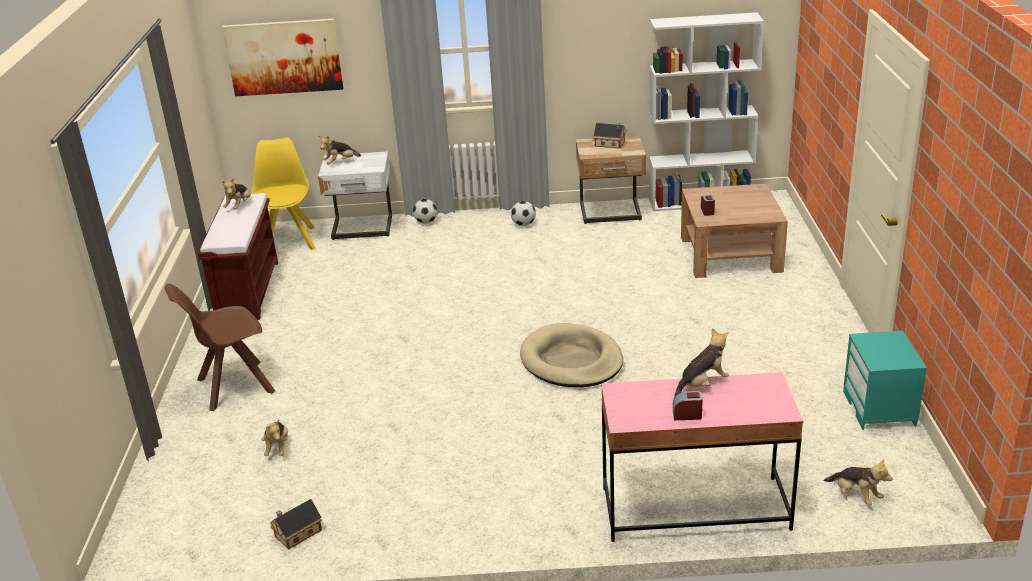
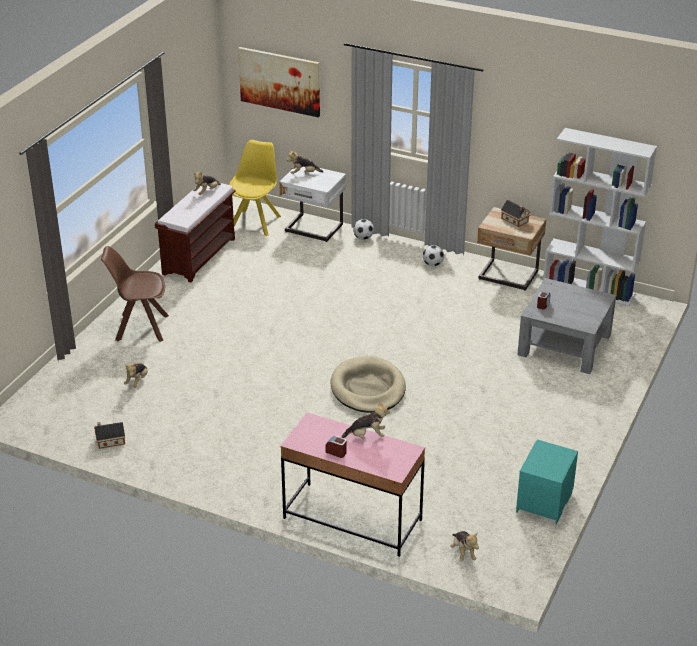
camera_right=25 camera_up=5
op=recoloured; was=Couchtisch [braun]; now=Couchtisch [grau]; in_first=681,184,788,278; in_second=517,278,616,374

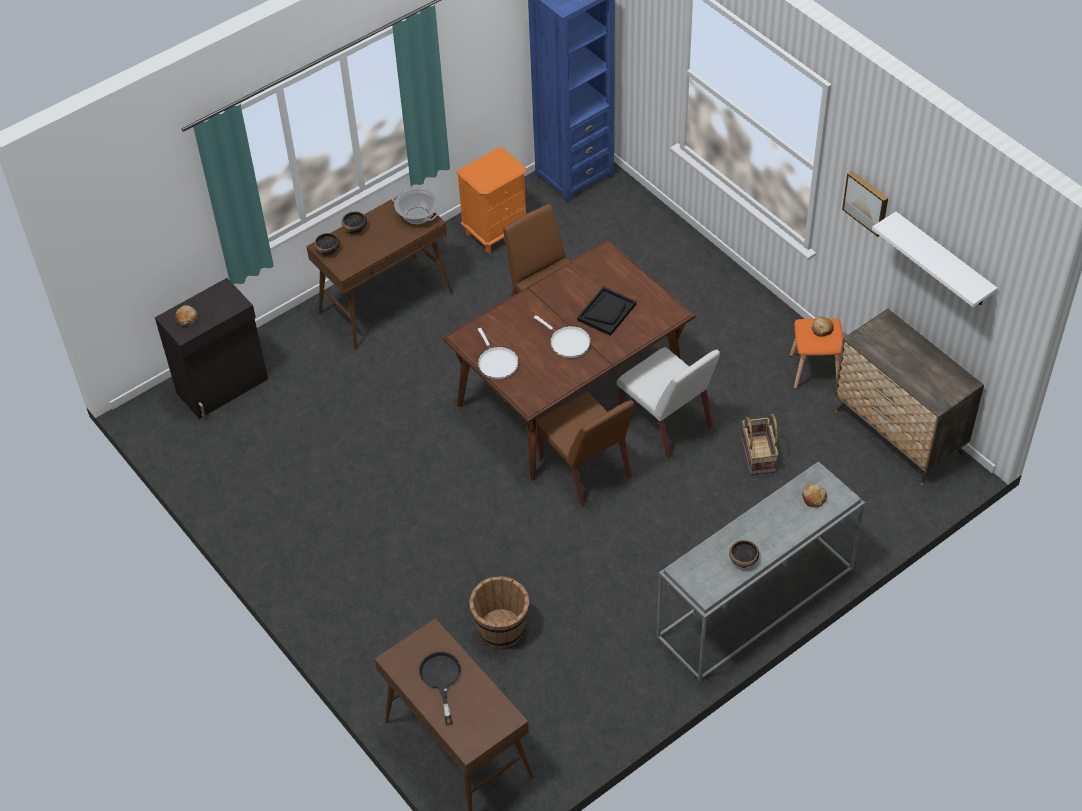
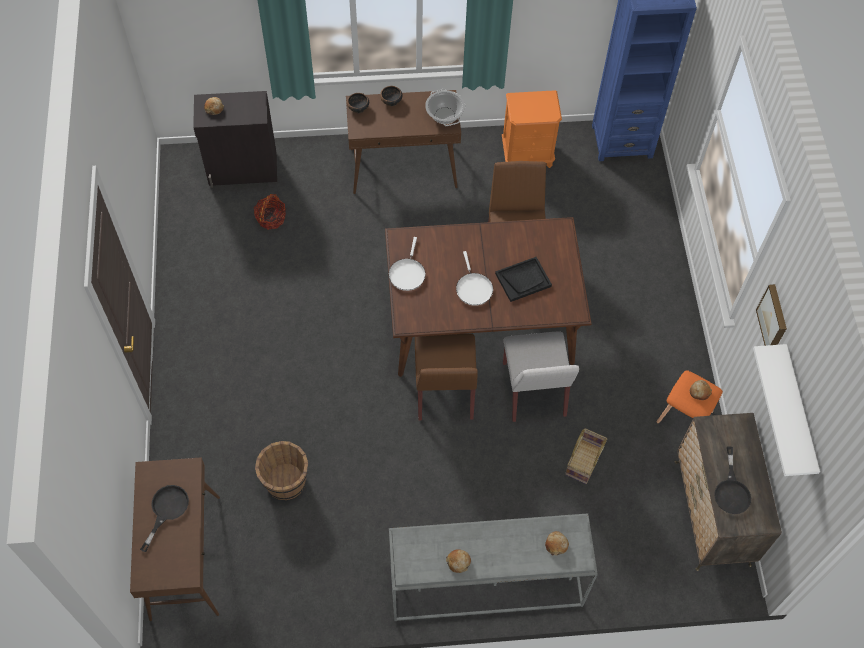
camera_right=30 camera_up=10
op=replaced; was=Schüssel; now=Brot; in_first=729,540,759,568; in_second=446,549,471,573
op=added; now=Korb; in_second=254,194,286,230
op=added; now=Pfanne [schwarz]; in_second=714,446,751,514

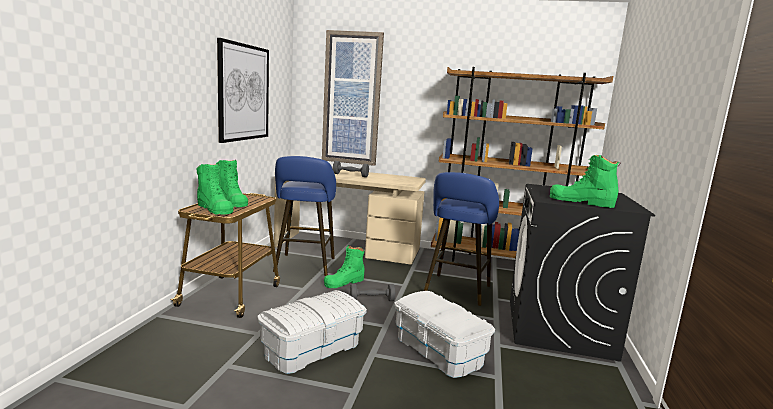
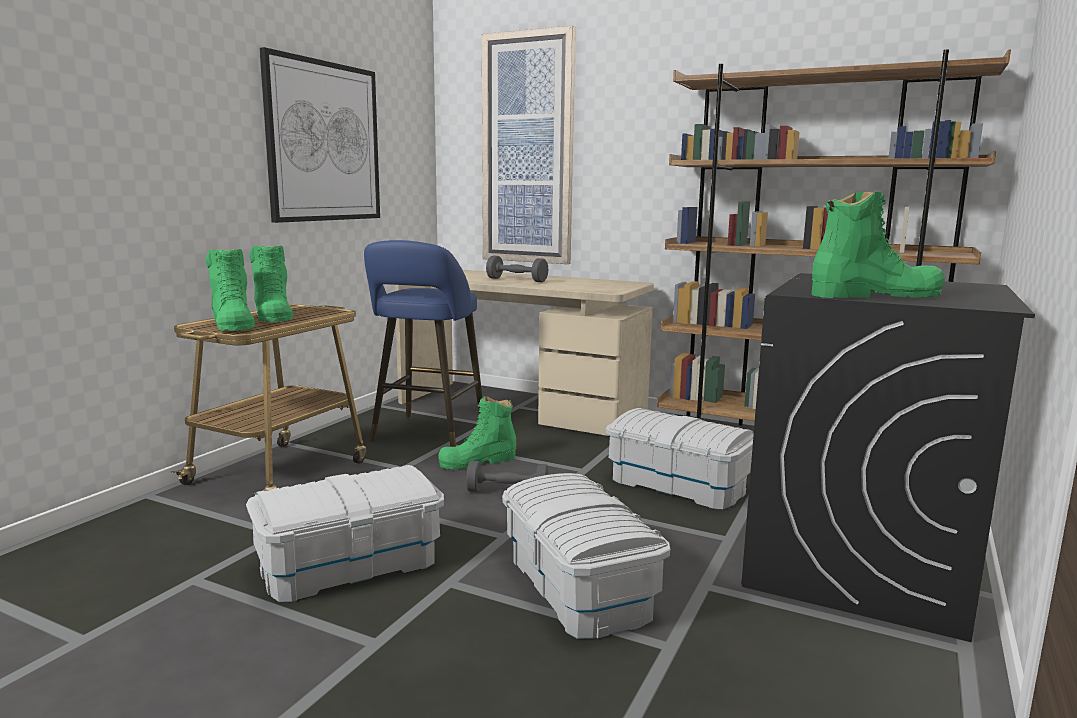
camera_right=15 camera_up=0
op=replaced; was=Hocker [blau]; now=Aufbewahrungsbox [weiß]; in_first=424,172,499,306; in_second=606,408,754,510
op=turned; was=Stiefel [grün]; in_first=550,155,621,208; in_second=812,191,945,298; clockwise=135

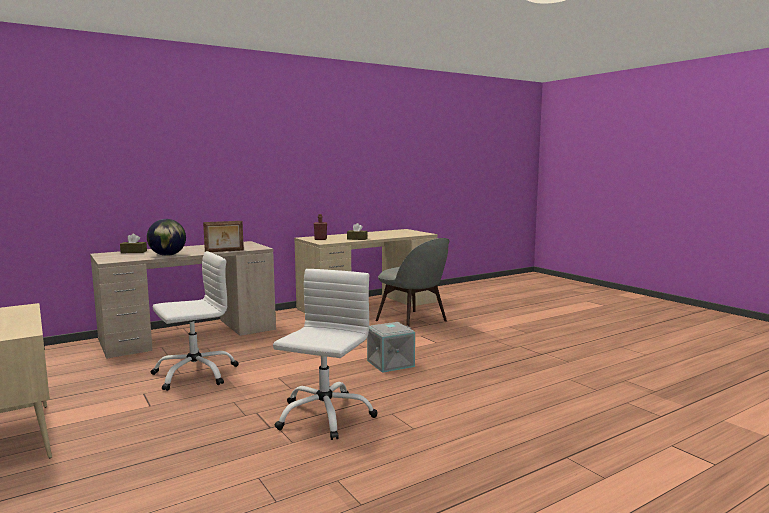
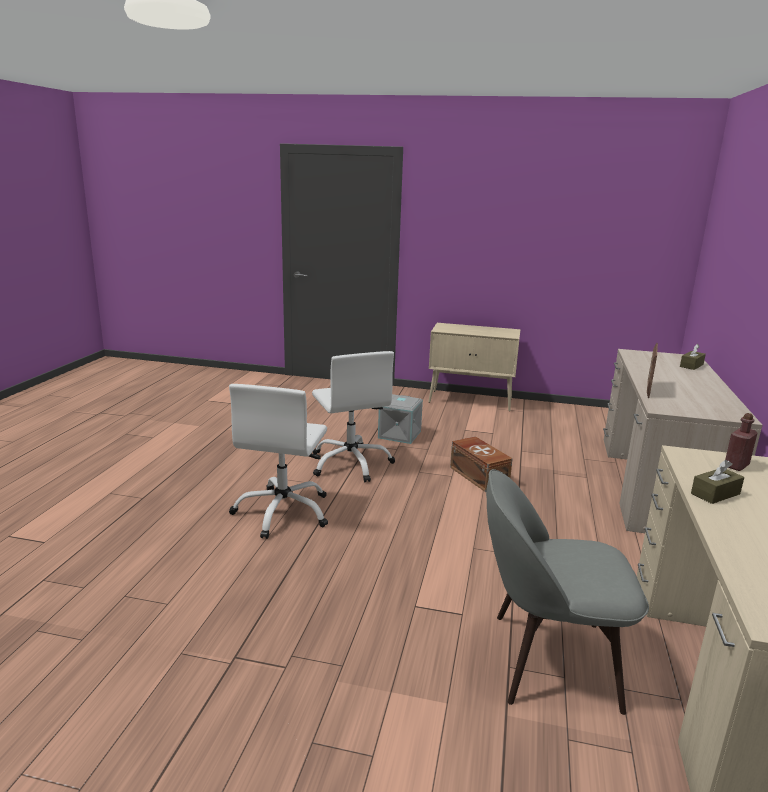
camera_right=135 camera_up=10
op=removed; was=Globus; in_first=147,219,186,256
op=moved; was=Bürostuhl [weiß]; in_first=151,251,238,391; in_second=229,384,328,539
op=moved; was=Aufbewahrungsbox [grau]; in_first=367,322,415,373; in_second=378,394,423,444
op=added; now=Aufbewahrungsbox [braun]; in_second=450,436,513,492

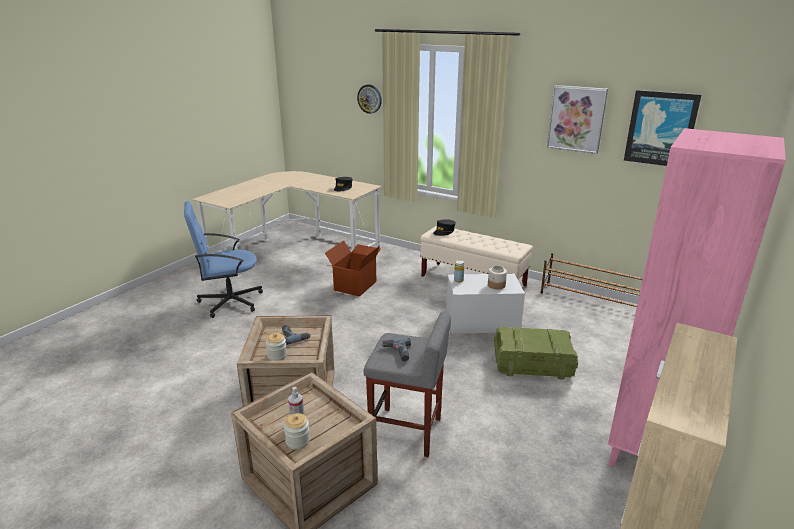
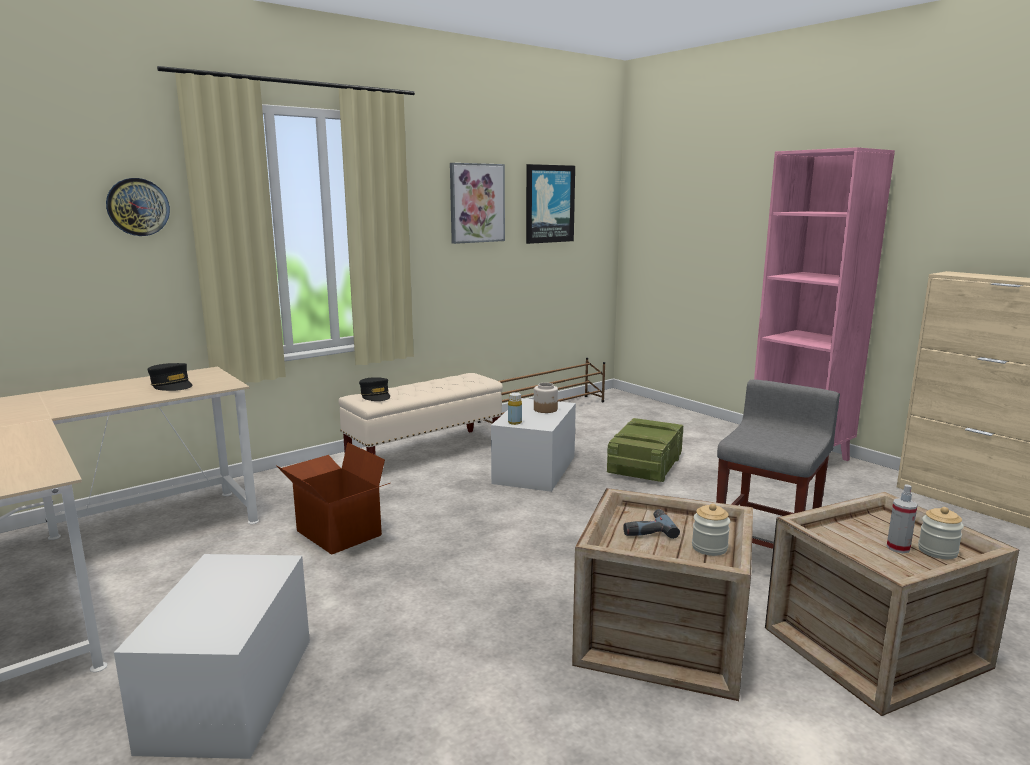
camera_right=-70 camera_up=-10
op=replaced; was=Bürostuhl [blau]; now=Aufbewahrungsbox [weiß]; in_first=184,201,263,318; in_second=114,554,310,759
op=removed; was=Bohrmaschine; in_first=381,338,411,361

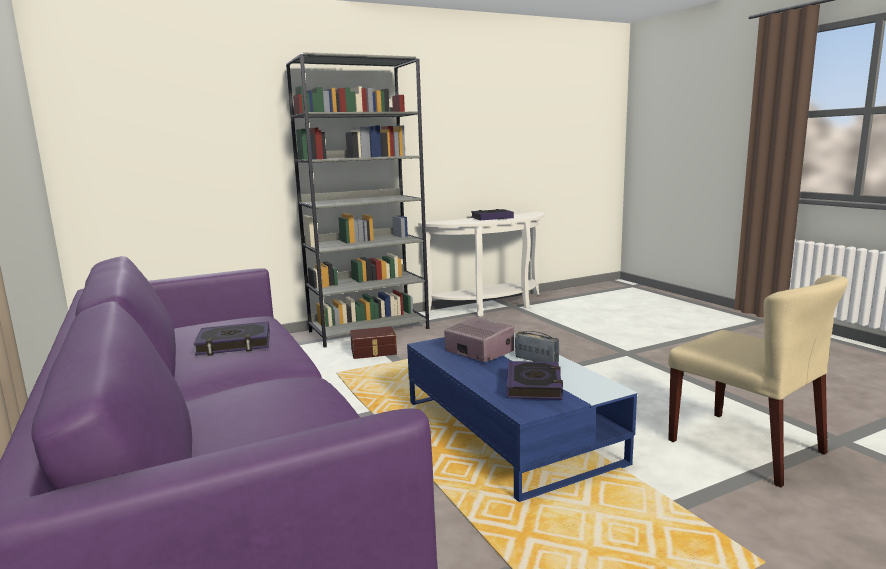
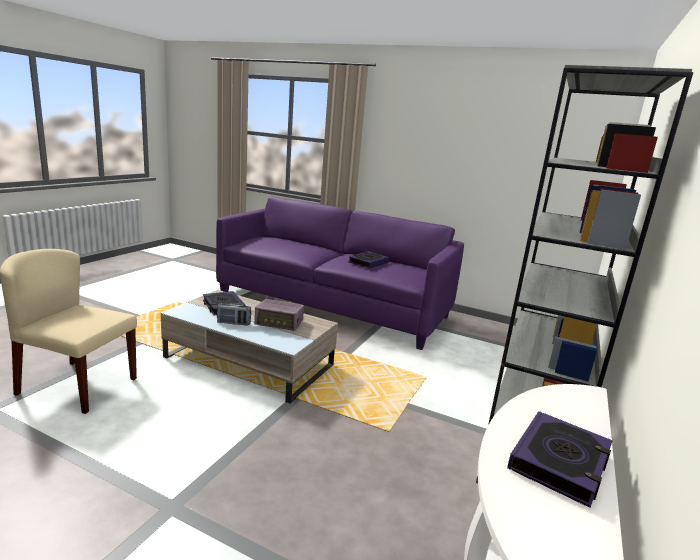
camera_right=140 camera_up=5
op=removed; was=Aufbewahrungsbox [braun]; in_first=350,326,397,359
op=recoloured; was=Couchtisch [blau]; now=Couchtisch [beige]; in_first=407,333,637,502; in_second=161,290,338,403

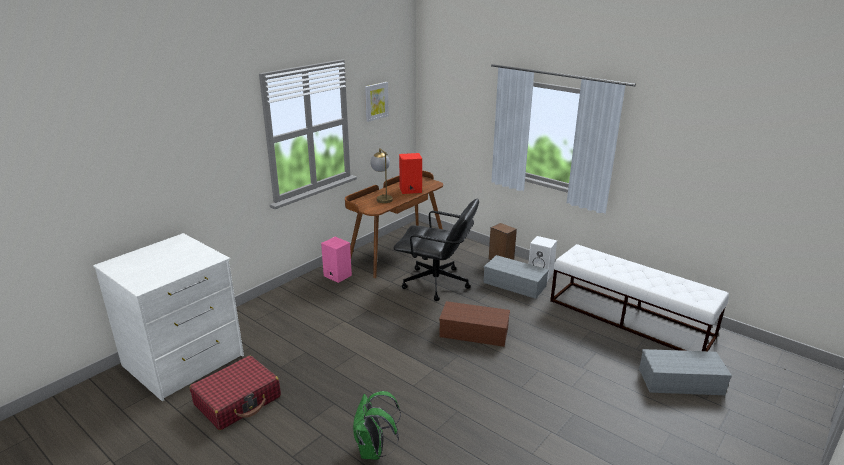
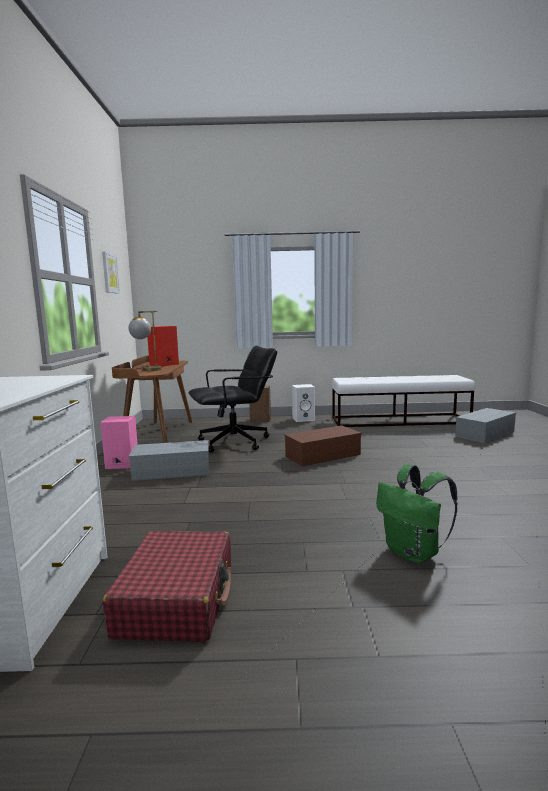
camera_right=-40 camera_up=-15
op=moved; was=Aufbewahrungsbox [grau]; in_first=483,255,549,299; in_second=129,440,209,481

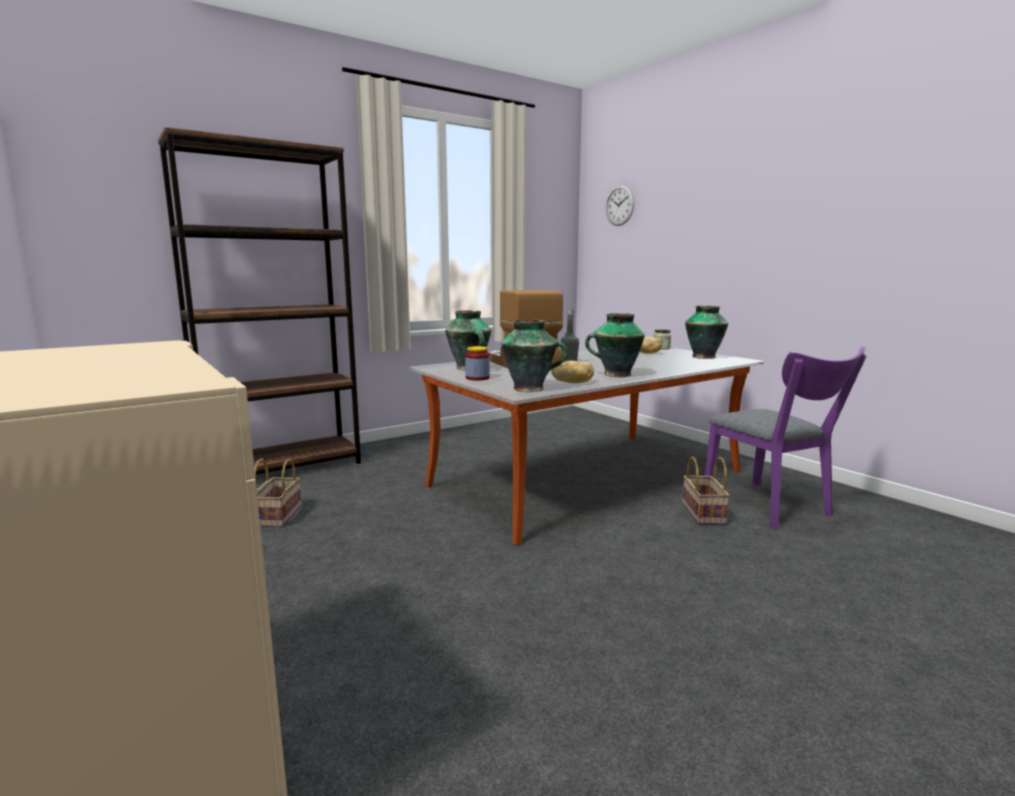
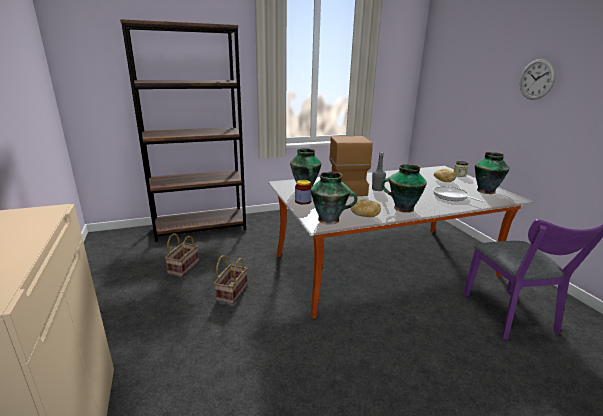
camera_right=15 camera_up=10
op=moved; was=Wanduhr; in_first=606,185,634,226; in_second=520,59,556,100
op=moved; was=Korb; in_first=683,457,730,525; in_second=214,255,248,304
op=added; now=Pfanne; in_second=433,186,485,202

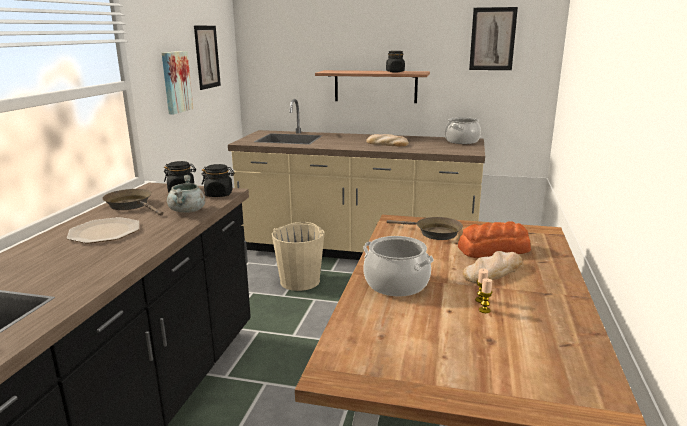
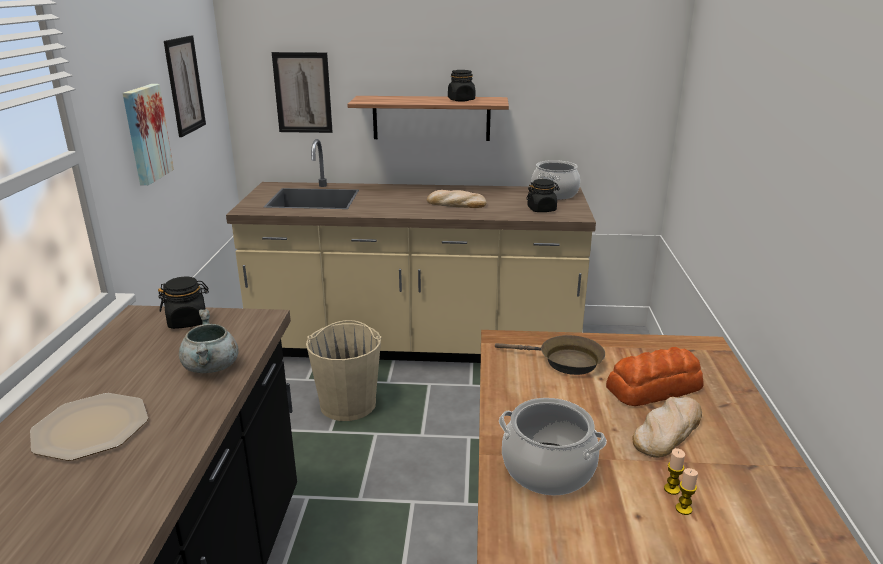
camera_right=-10 camera_up=5
op=removed; was=Pfanne [braun]; in_first=102,189,163,216
op=moved; was=Vorratsglas [schwarz]; in_first=201,164,234,197; in_second=526,179,560,212
op=moved; was=Bild; in_first=469,7,518,70; in_second=272,52,333,133

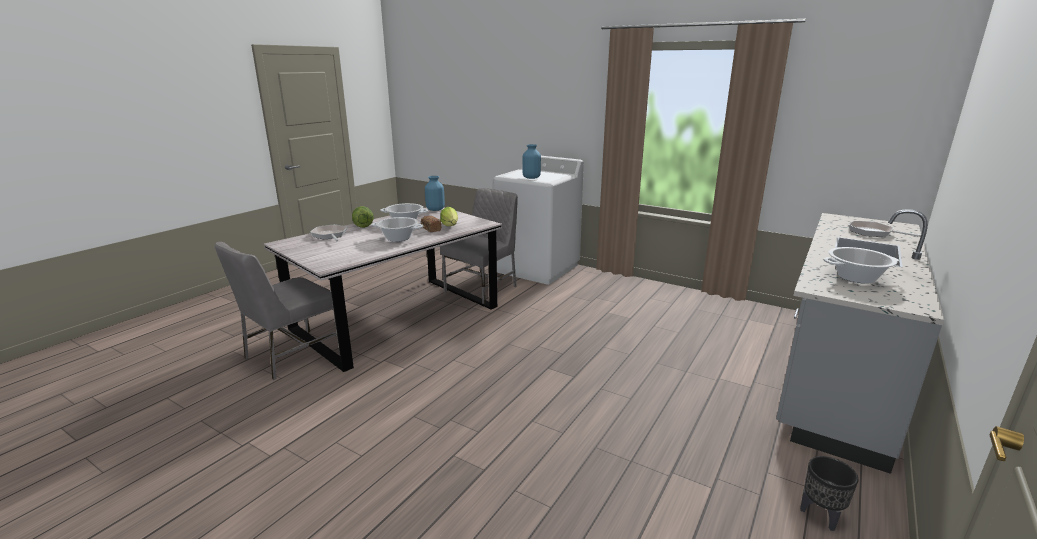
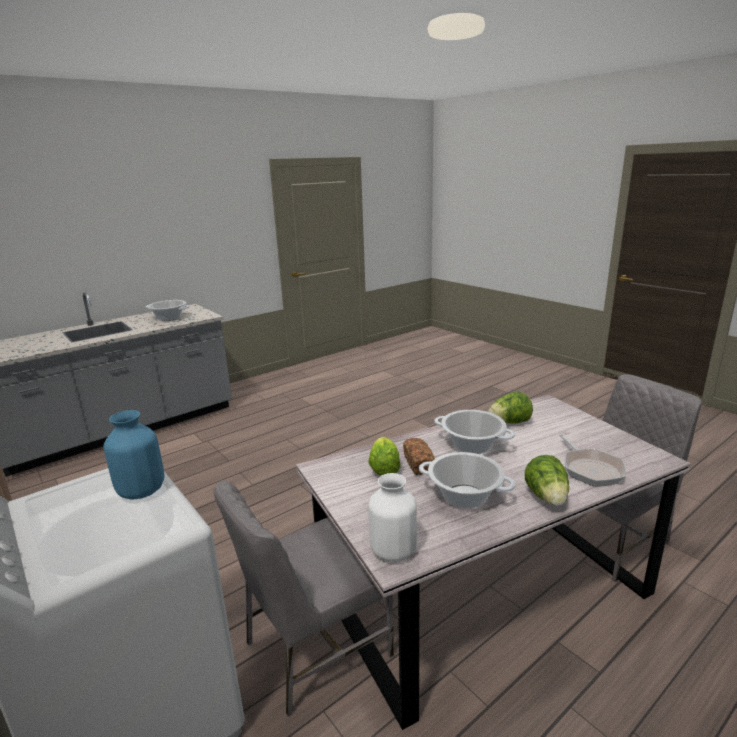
camera_right=-160 camera_up=0
op=recoloured; was=Vase [blau]; now=Vase [weiß]; in_first=425,176,445,211; in_second=368,473,417,562
op=removed; was=Pflanzkübel [schwarz]; in_first=800,456,858,531
op=removed; was=Pfanne; in_first=849,221,921,237
op=added; now=Salatkopf; in_second=488,392,533,424

